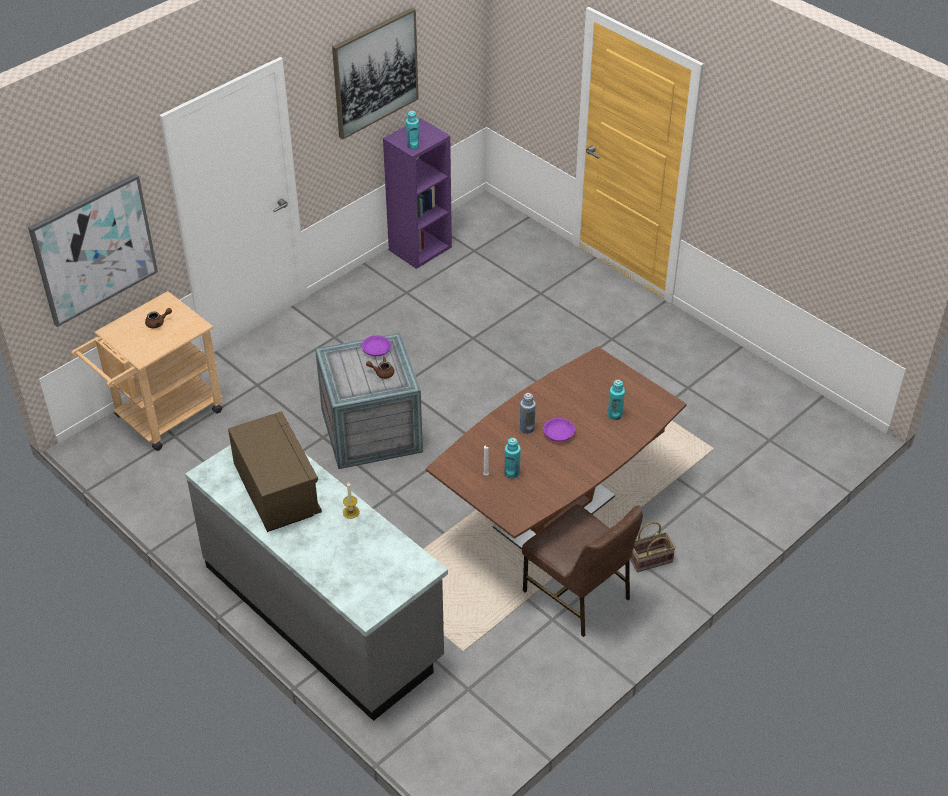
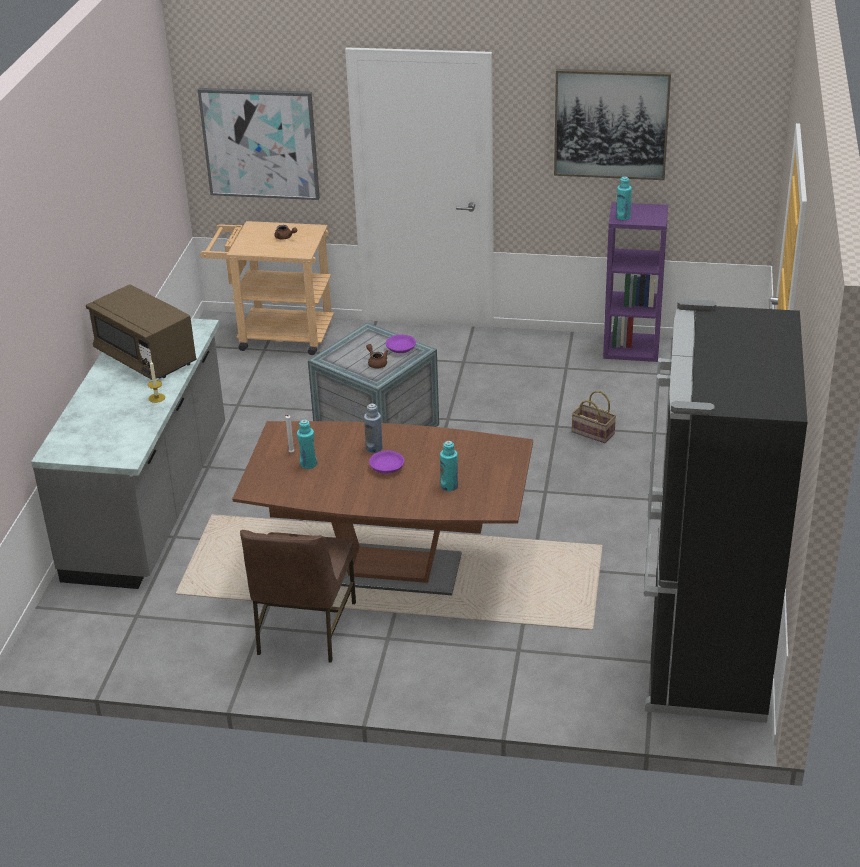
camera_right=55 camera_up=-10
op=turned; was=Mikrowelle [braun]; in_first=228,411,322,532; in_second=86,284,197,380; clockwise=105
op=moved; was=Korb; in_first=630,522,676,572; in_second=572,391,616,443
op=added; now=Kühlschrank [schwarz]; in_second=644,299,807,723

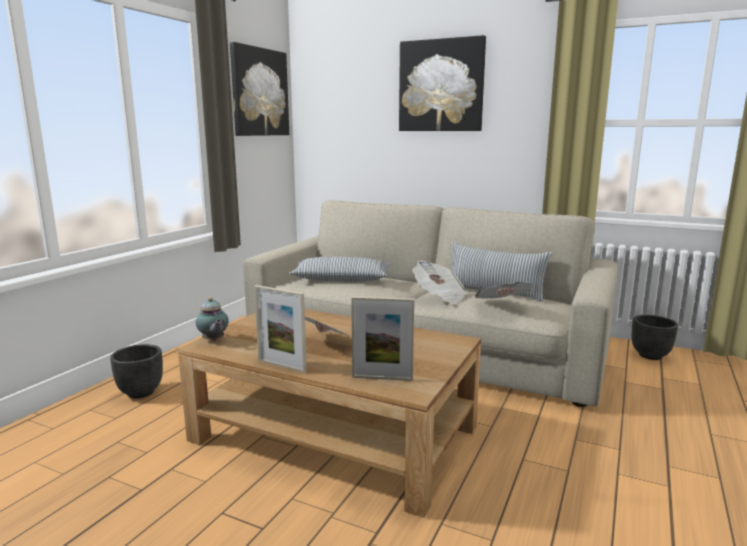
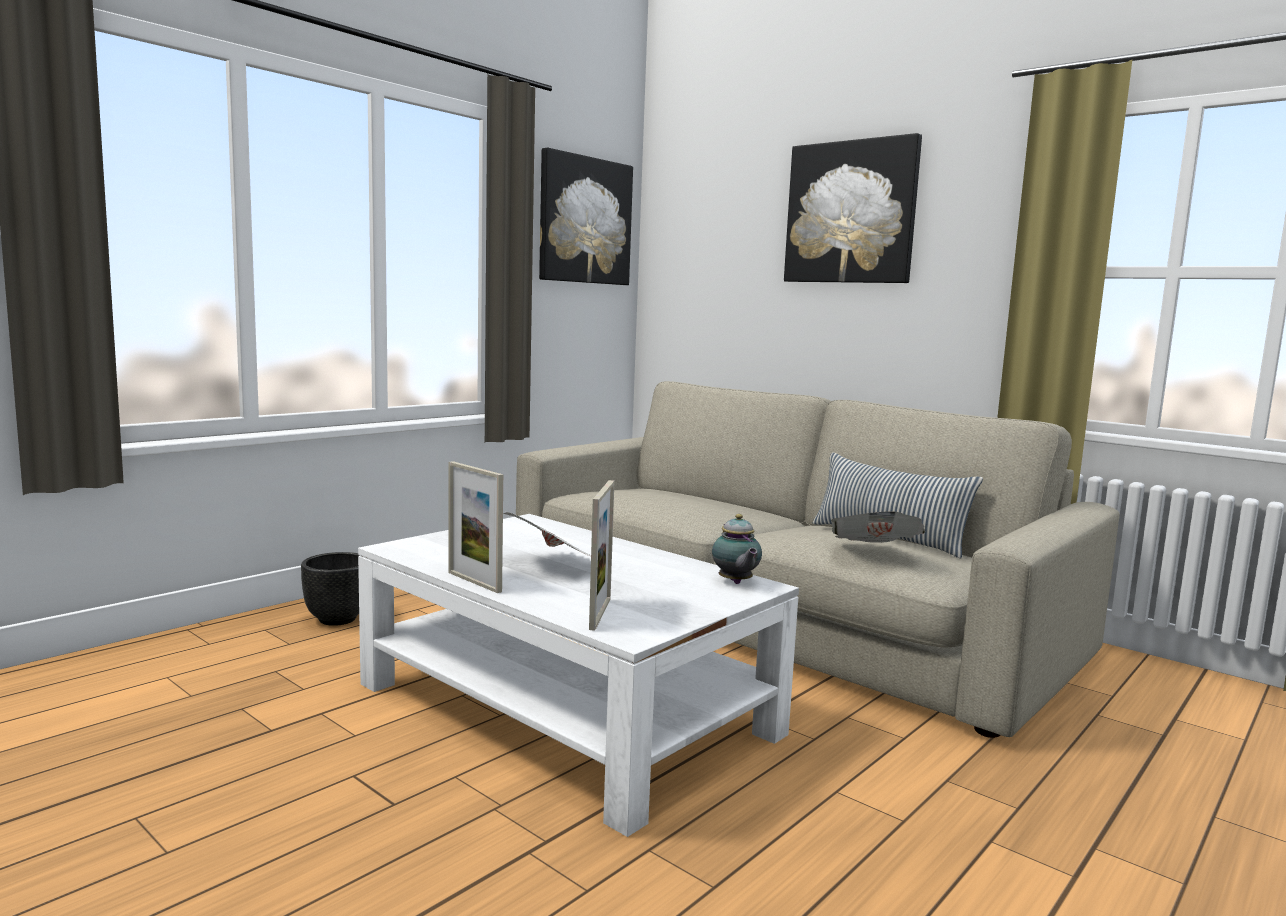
camera_right=15 camera_up=-5
op=recoloured; was=Couchtisch [braun]; now=Couchtisch [weiß]; in_first=178,309,481,518; in_second=358,514,799,837
op=moved; was=Teekanne; in_first=196,297,229,341; in_second=712,514,762,584
op=removed; was=Kissen; in_first=289,256,391,282
op=turned; was=Bilderrahmen; in_first=351,296,415,381; in_second=589,480,614,631; clockwise=-105
op=removed; was=Zeitung; in_first=412,260,467,304
op=removed; was=Pflanzkübel [schwarz]; in_first=632,315,678,360

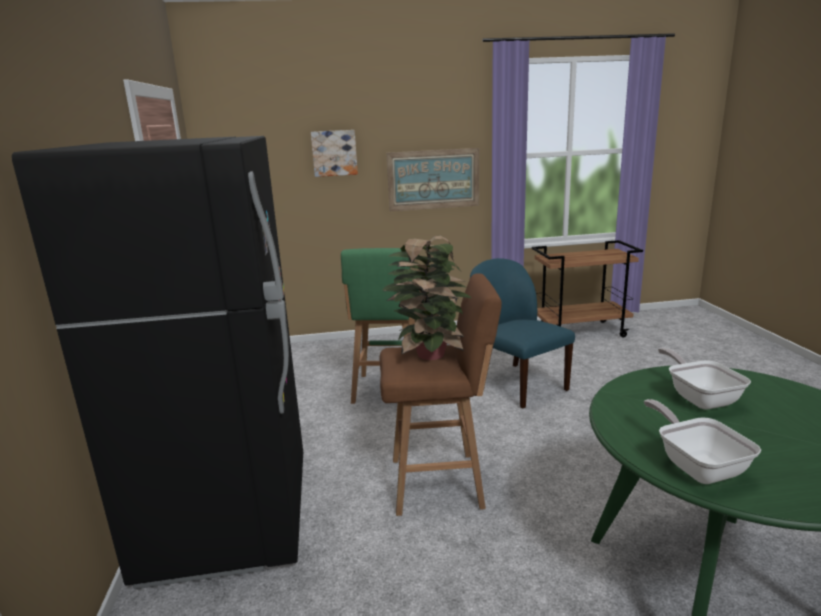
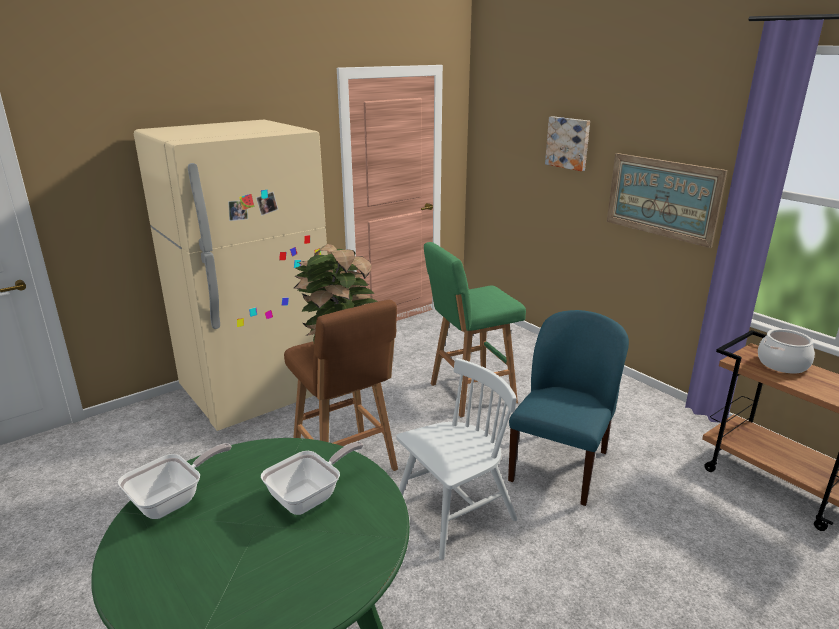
camera_right=60 camera_up=5
op=recoloured; was=Kühlschrank [schwarz]; now=Kühlschrank [beige]; in_first=12,136,303,589; in_second=134,120,327,431
op=added; now=Stuhl [weiß]; in_second=396,358,518,560
op=added; now=Kochtopf; in_second=758,329,815,374

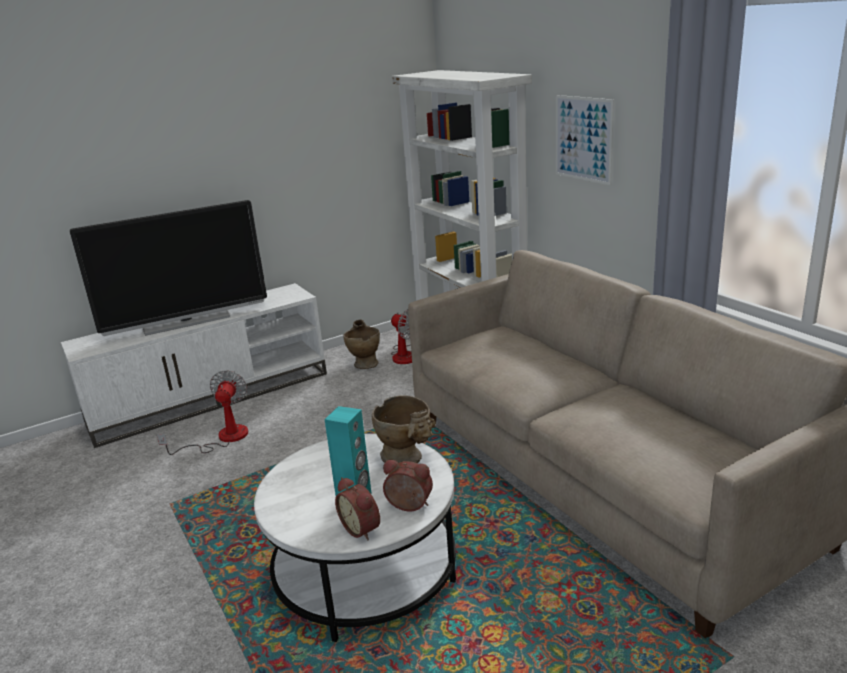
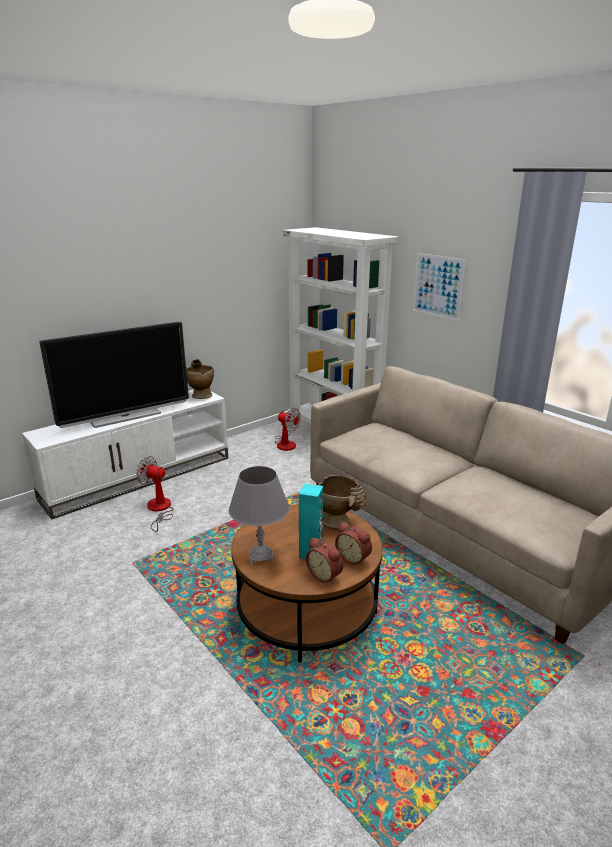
camera_right=-10 camera_up=0
op=turned; was=Ventilator; in_first=157,370,248,455; in_second=136,456,174,532; clockwise=-60
op=recoloured; was=Couchtisch [weiß]; now=Couchtisch [braun]; in_first=254,433,456,642; in_second=231,504,383,663
op=moved; was=Vase [beige]; in_first=343,319,380,369; in_second=186,359,214,399
op=turned; was=Wecker; in_first=383,460,433,511; in_second=335,522,372,566; clockwise=-150
op=added; now=Tischlampe [grau]; in_second=229,466,290,565

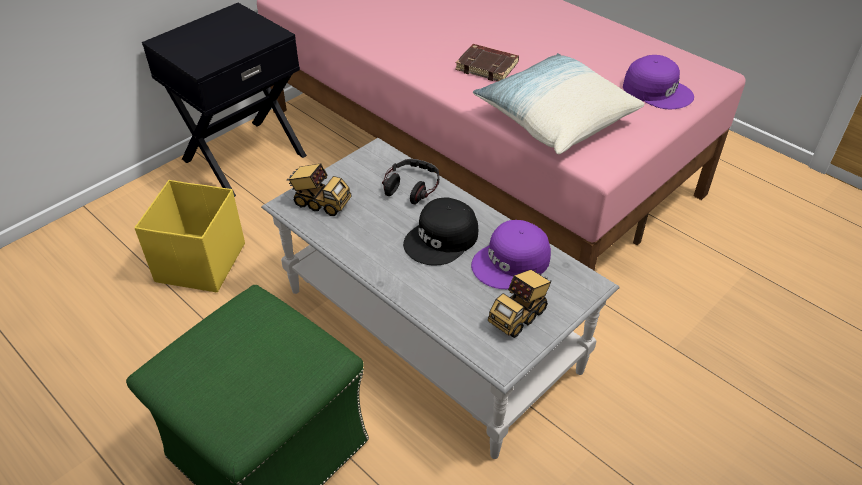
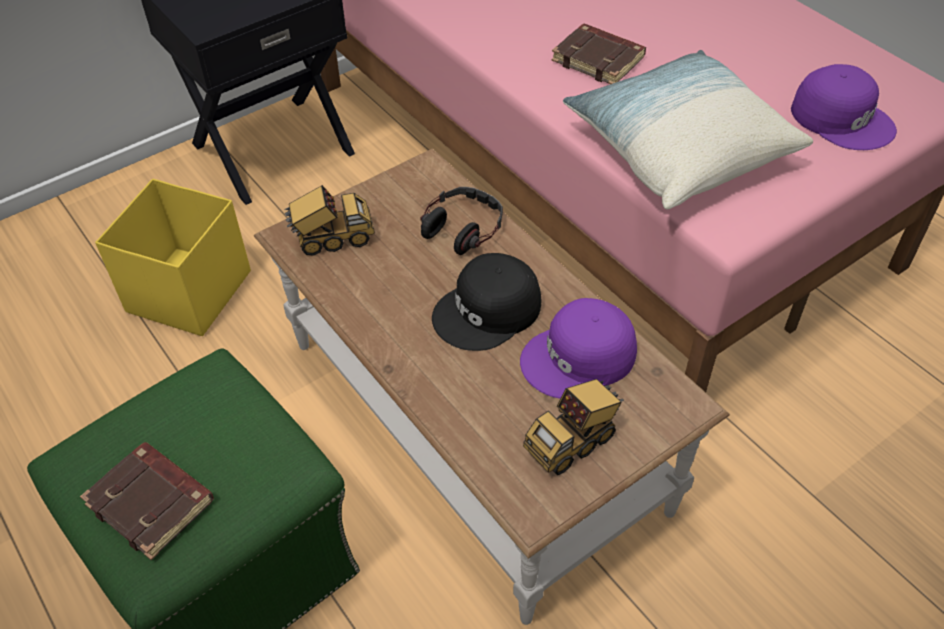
camera_right=10 camera_up=5
op=recoloured; was=Couchtisch [grau]; now=Couchtisch [braun]; in_first=261,138,620,459; in_second=254,148,730,625
op=turned; was=Spielzeuglaster; in_first=287,164,352,216; in_second=284,185,375,256; clockwise=-45
op=added; now=Buch [braun]; in_second=80,442,214,560

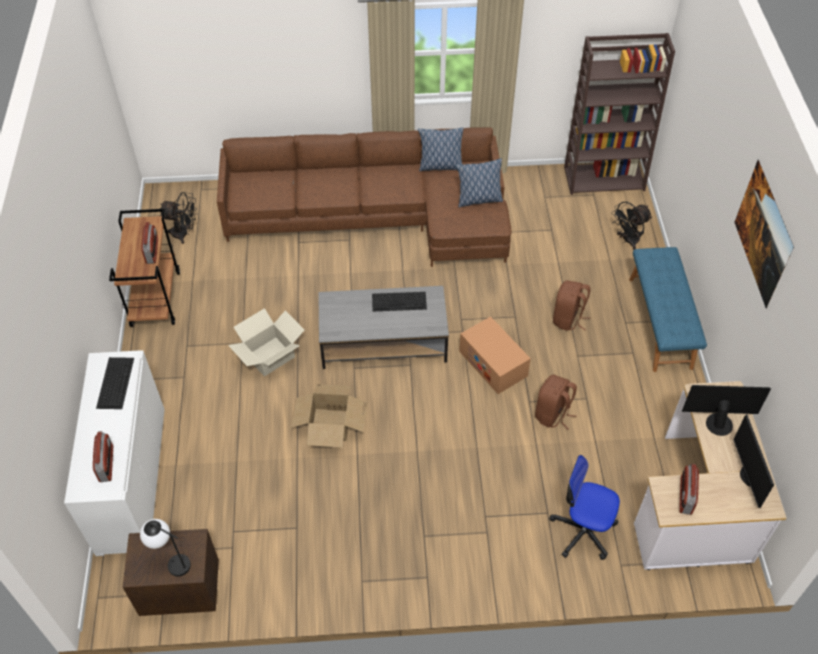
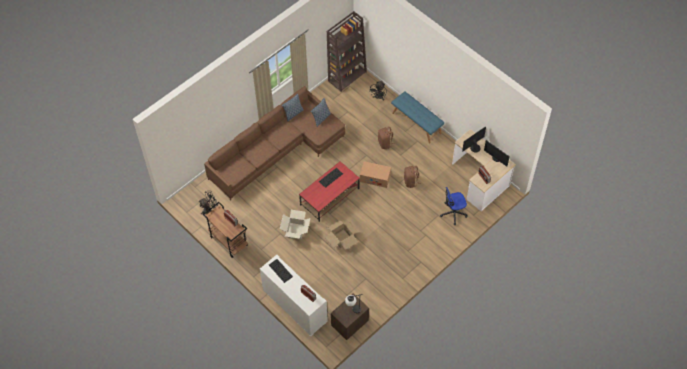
camera_right=-40 camera_up=5
op=recoloured; was=Couchtisch [grau]; now=Couchtisch [rot]; in_first=318,286,449,369; in_second=299,161,360,222
op=removed; was=Bild; in_first=734,160,794,308

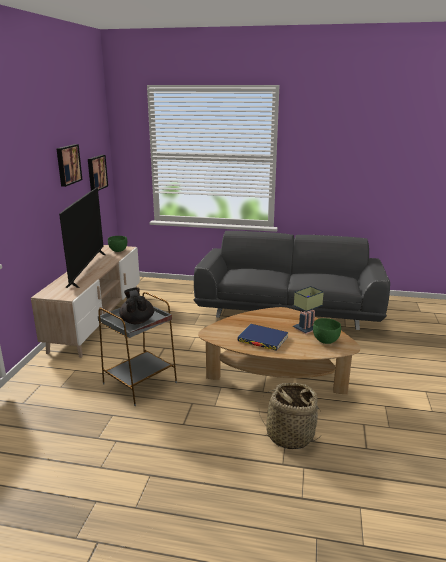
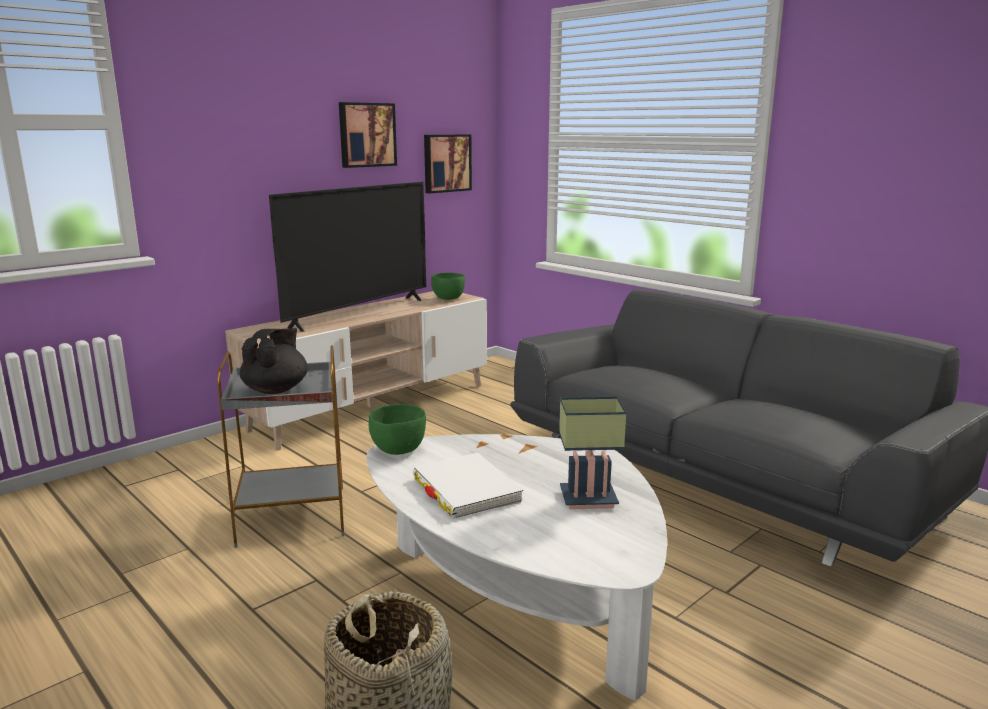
camera_right=35 camera_up=-5
op=recoloured; was=Couchtisch [braun]; now=Couchtisch [weiß]; in_first=198,307,360,394; in_second=367,434,667,701
op=recoloured; was=Buch [blau]; now=Buch [weiß]; in_first=237,324,289,351; in_second=413,453,523,518
op=moved; was=Schüssel [grün]; in_first=313,318,341,344; in_second=369,404,426,455

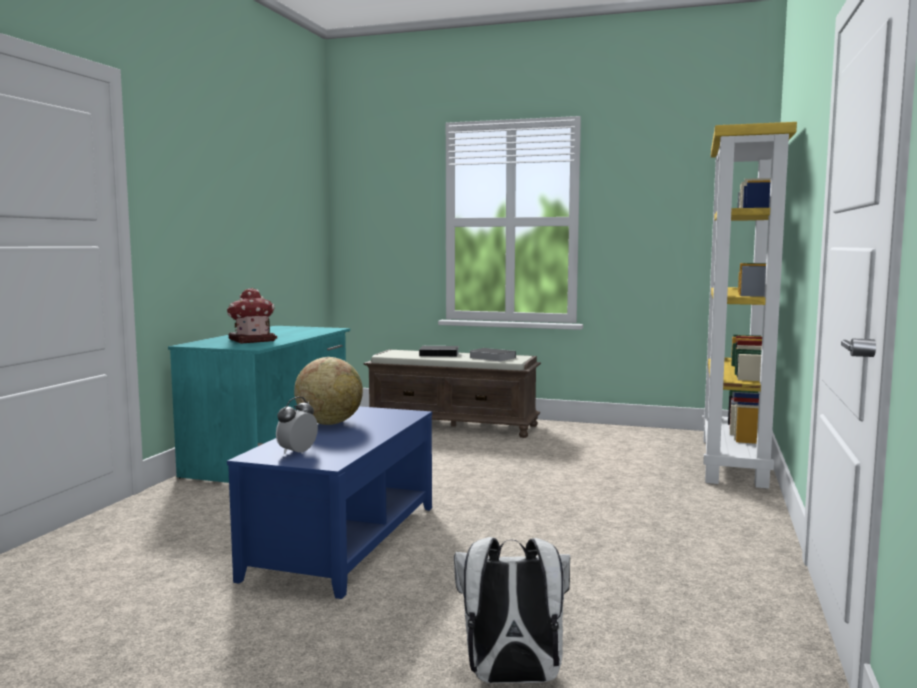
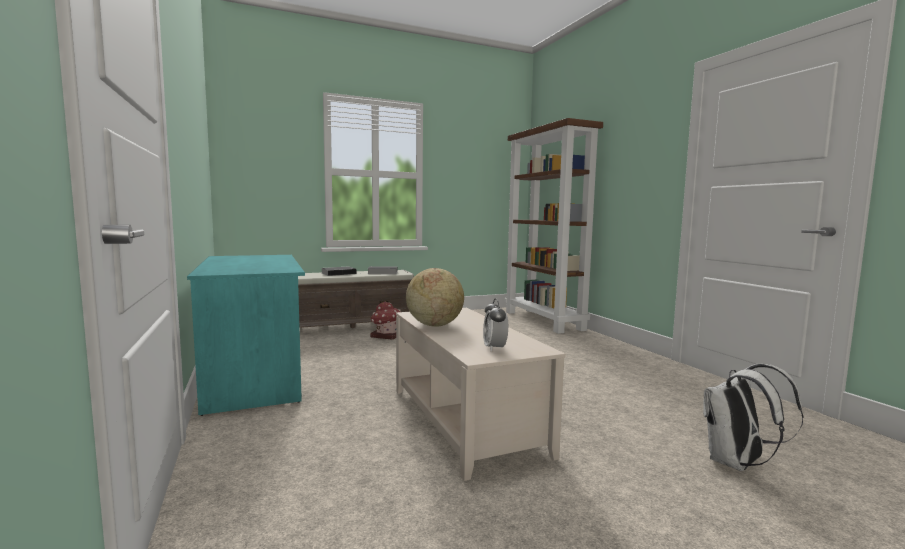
camera_right=-40 camera_up=0
op=moved; was=Spielzeughaus; in_first=227,288,277,343; in_second=370,302,401,340
op=recoloured; was=Couchtisch [blau]; now=Couchtisch [beige]; in_first=227,406,432,599; in_second=396,308,566,481
op=recoloured; was=Bücherregal [gelb]; now=Bücherregal [braun]; in_first=702,122,797,489; in_second=504,118,603,334

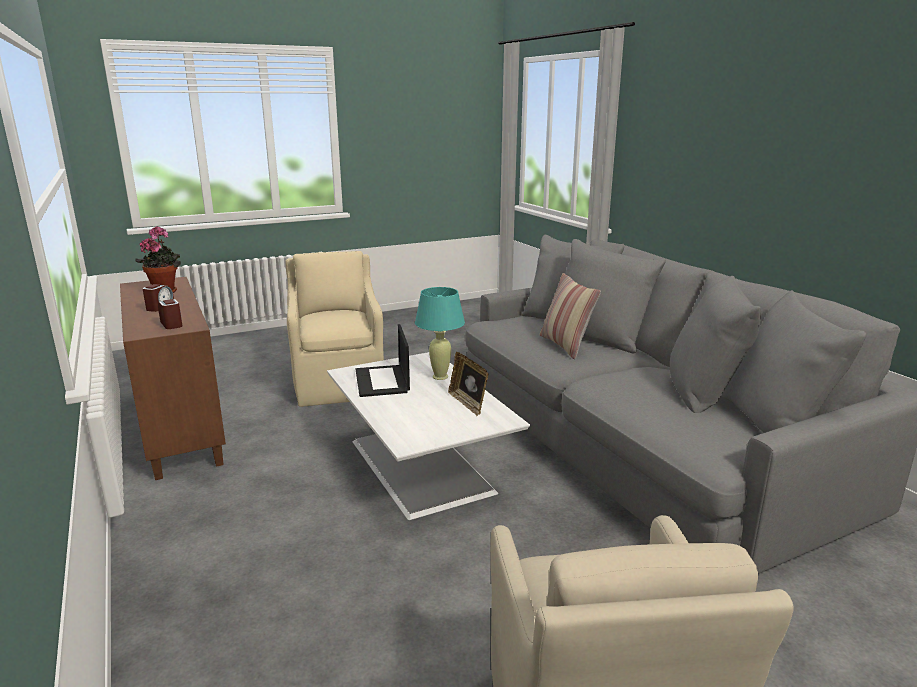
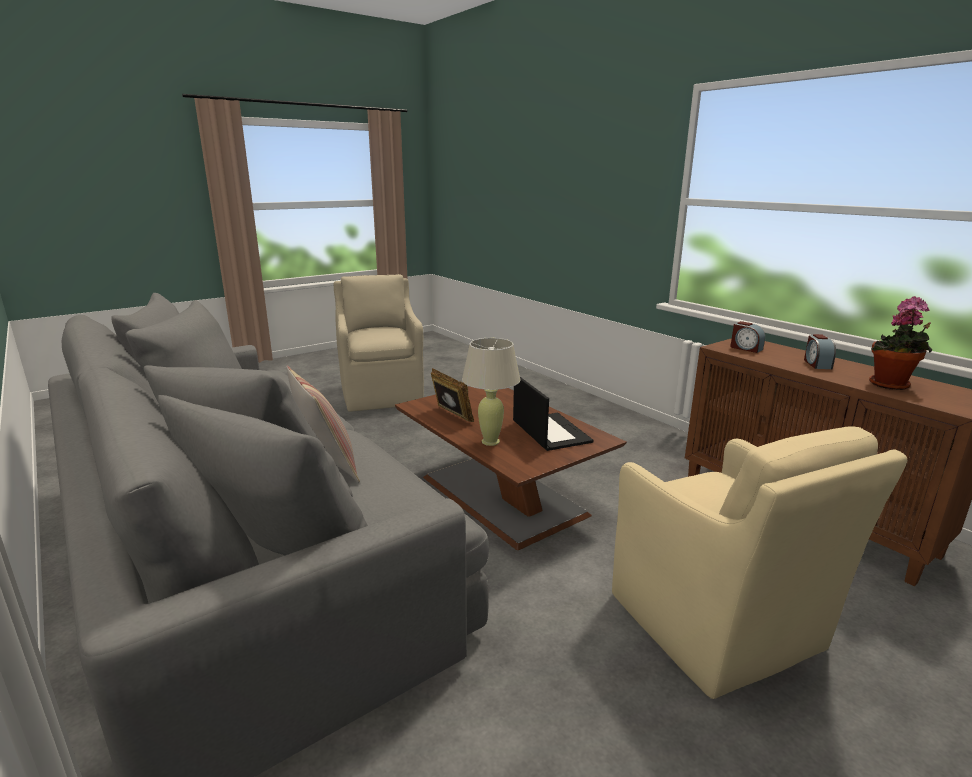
camera_right=170 camera_up=0
op=recoloured; was=Couchtisch [weiß]; now=Couchtisch [braun]; in_first=327,352,530,520; in_second=395,386,627,550
op=recoloured; was=Tischlampe [türkis]; now=Tischlampe [beige]; in_first=415,287,465,380; in_second=462,338,521,446

